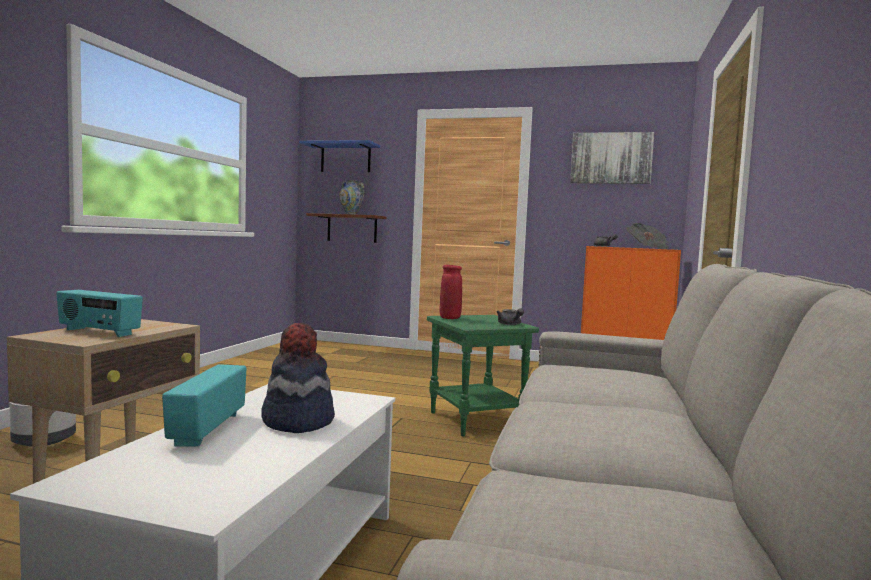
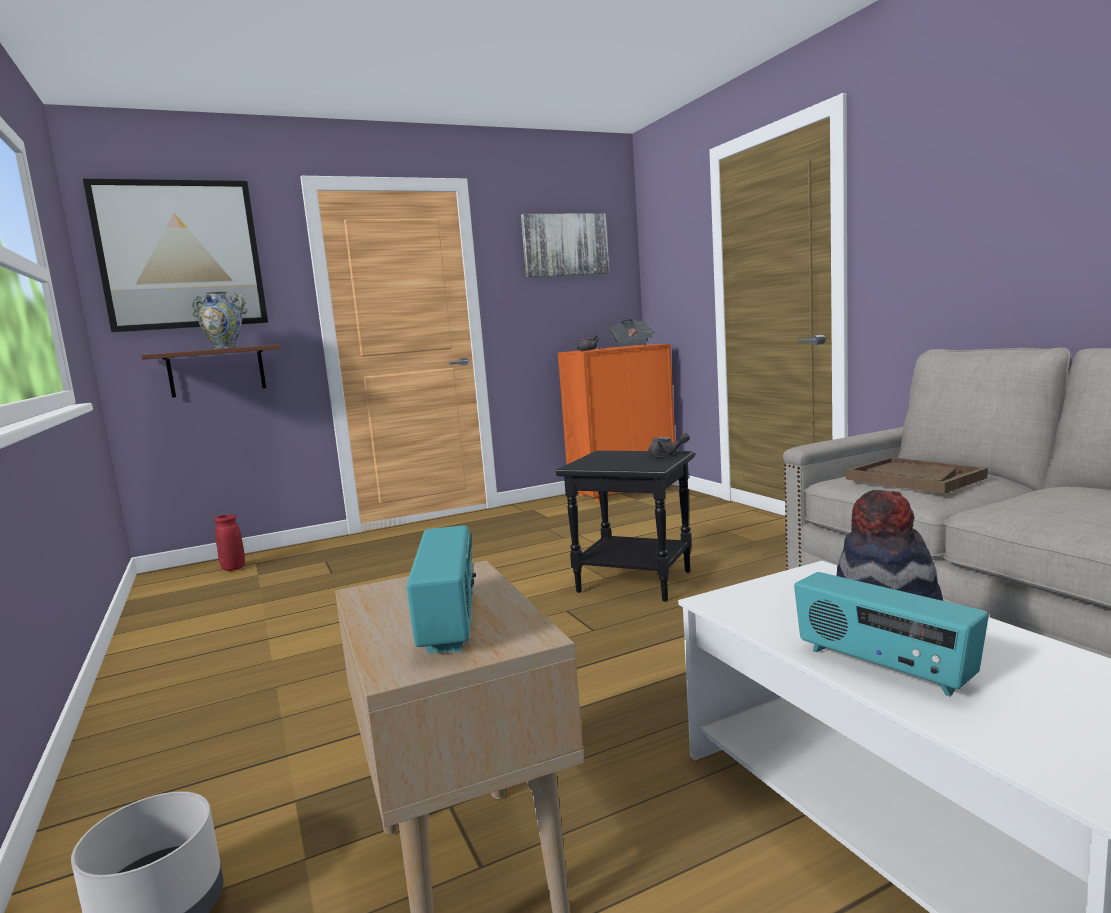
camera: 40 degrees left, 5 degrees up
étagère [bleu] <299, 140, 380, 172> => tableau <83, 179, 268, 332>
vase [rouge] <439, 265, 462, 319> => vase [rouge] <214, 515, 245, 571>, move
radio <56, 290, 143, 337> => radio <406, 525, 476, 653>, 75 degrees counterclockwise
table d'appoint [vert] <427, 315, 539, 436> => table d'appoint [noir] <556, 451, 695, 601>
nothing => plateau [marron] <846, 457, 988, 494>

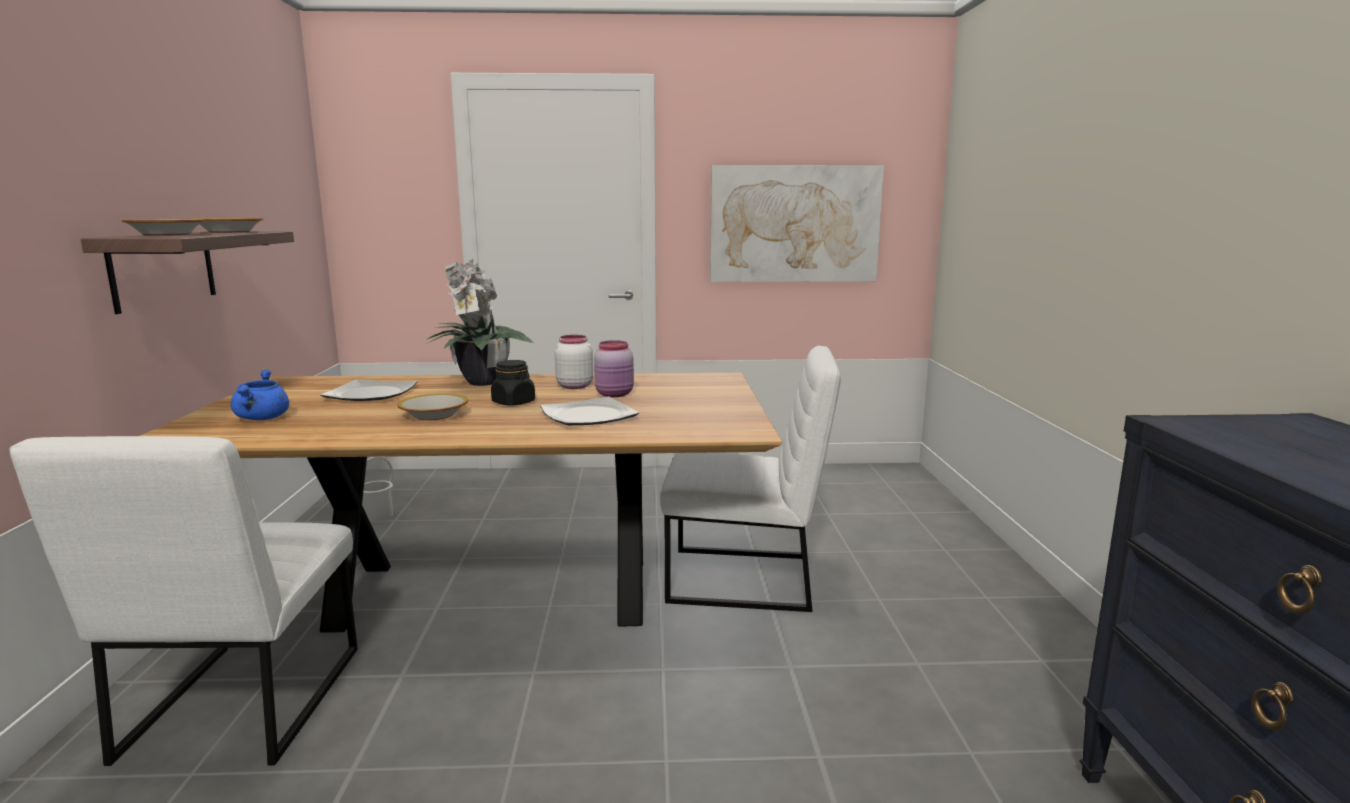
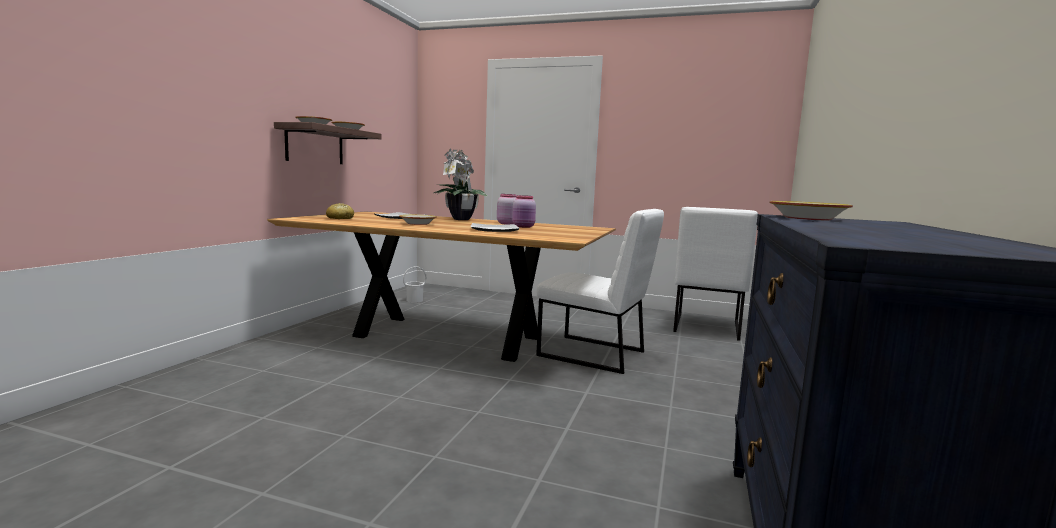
camera: 20 degrees right, 5 degrees down
marmite [bleu] <231, 370, 289, 420> => pain <326, 203, 354, 219>
bocal [blanc] <555, 335, 593, 389> => bocal [rose] <497, 194, 517, 224>
chaise [blanc] <9, 436, 358, 766> => chaise [blanc] <673, 207, 758, 341>, move
nothing => bol <769, 201, 853, 220>
bocal [noir] <491, 360, 535, 405> => nothing
tableau <710, 165, 884, 282> => nothing

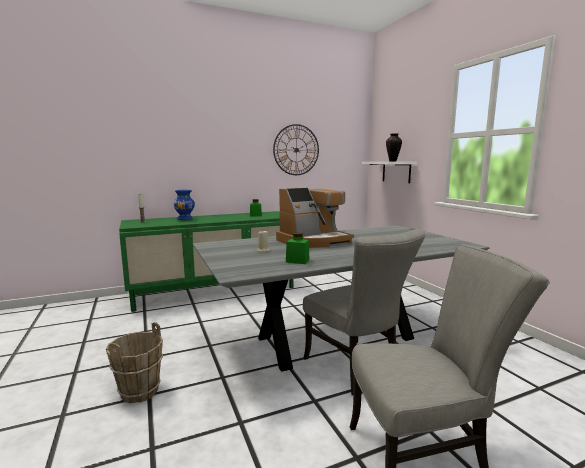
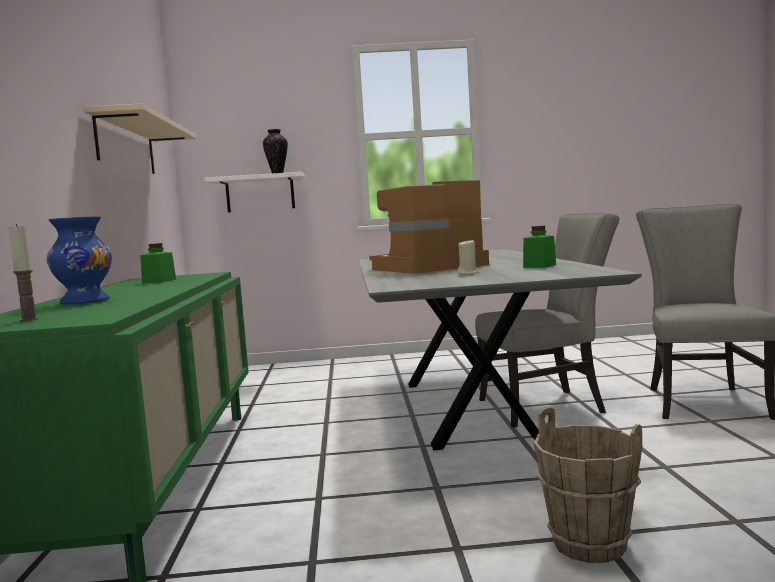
camera: 70 degrees left, 5 degrees down
horloge murale <273, 124, 319, 175> => étagère [beige] <84, 103, 197, 174>
machine à café <276, 188, 354, 248> => machine à café <370, 180, 489, 274>, 105 degrees counterclockwise

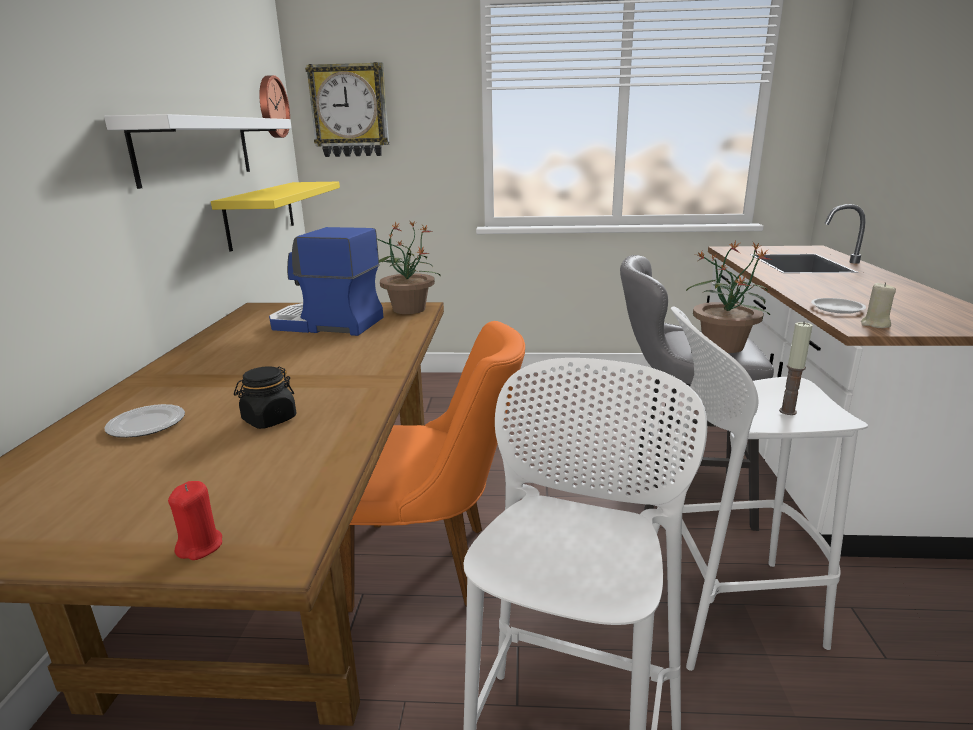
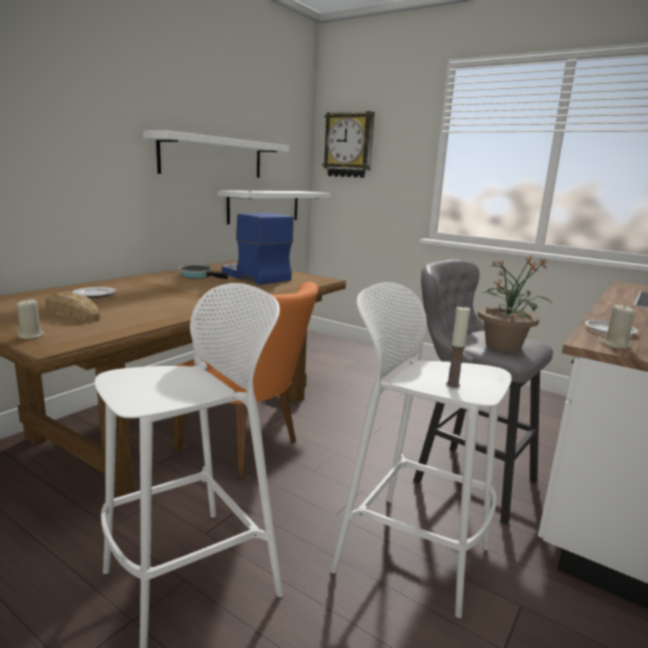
camera: 30 degrees right, 5 degrees down
bougie [rouge] <168, 481, 222, 560> => bougie [beige] <16, 298, 45, 339>
nothing => pain <45, 292, 100, 322>
nothing => poêle <179, 265, 228, 279>
étagère [jaune] <211, 182, 340, 252> => étagère [blanc] <218, 190, 331, 225>
bocal [noir] <234, 366, 296, 429> => nothing
horloge murale <259, 75, 290, 138> => nothing
plante en pot <377, 220, 441, 314> => nothing

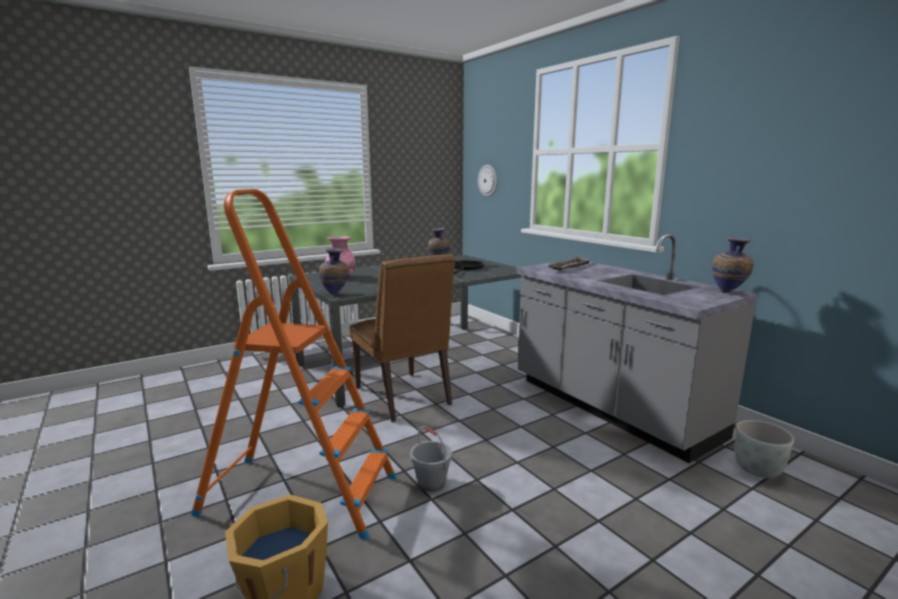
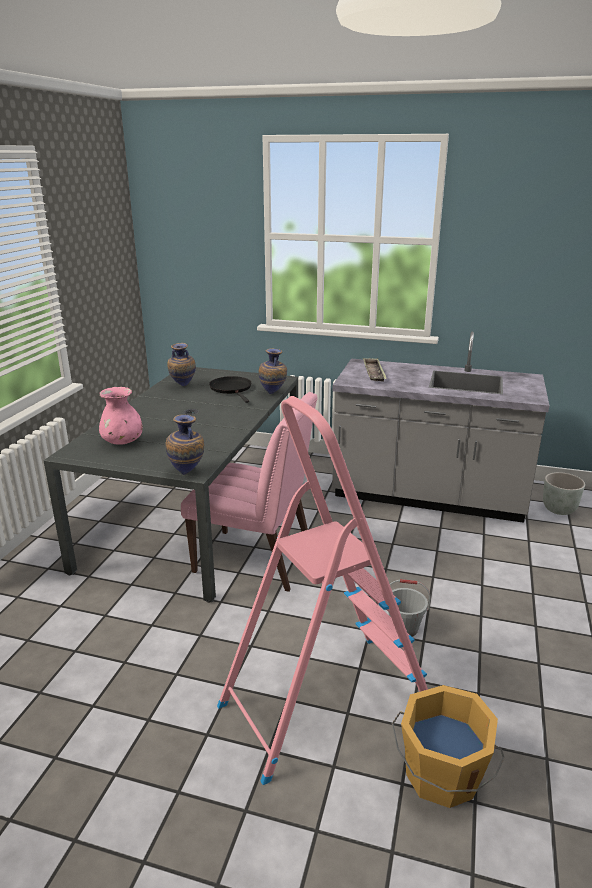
camera: 40 degrees left, 10 degrees up
chaise [marron] <349, 254, 456, 422> => chaise [rose] <181, 392, 318, 592>
escabeau [orange] <191, 189, 397, 539> => escabeau [rose] <217, 396, 428, 785>
vase <712, 237, 754, 293> => vase <258, 348, 287, 394>, move
horloge murale <478, 165, 498, 197> => nothing

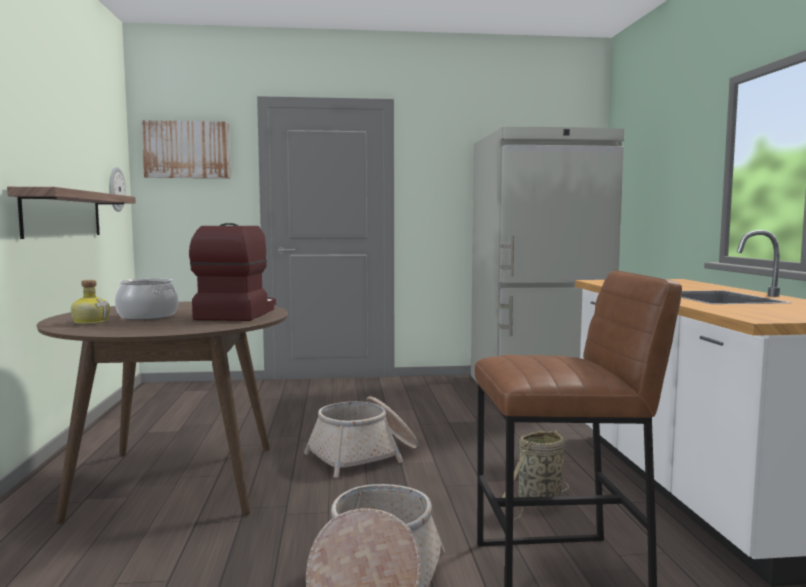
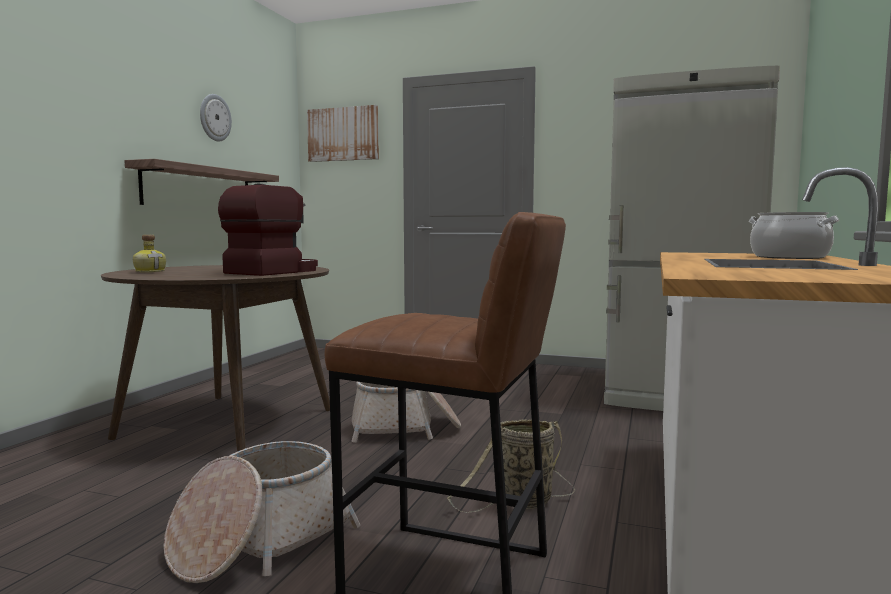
camera: 25 degrees right, 0 degrees up
horloge murale <109, 167, 126, 212> => horloge murale <200, 94, 232, 141>, move
marmite <115, 278, 178, 320> => marmite <749, 212, 839, 259>, move

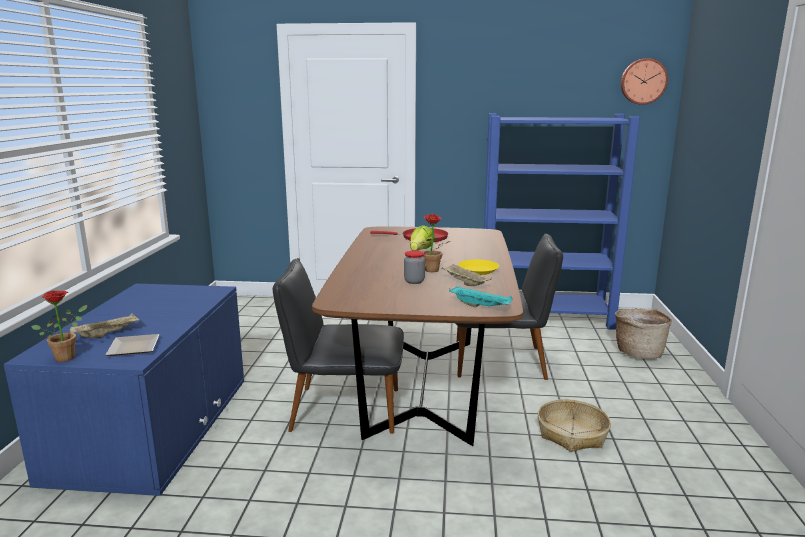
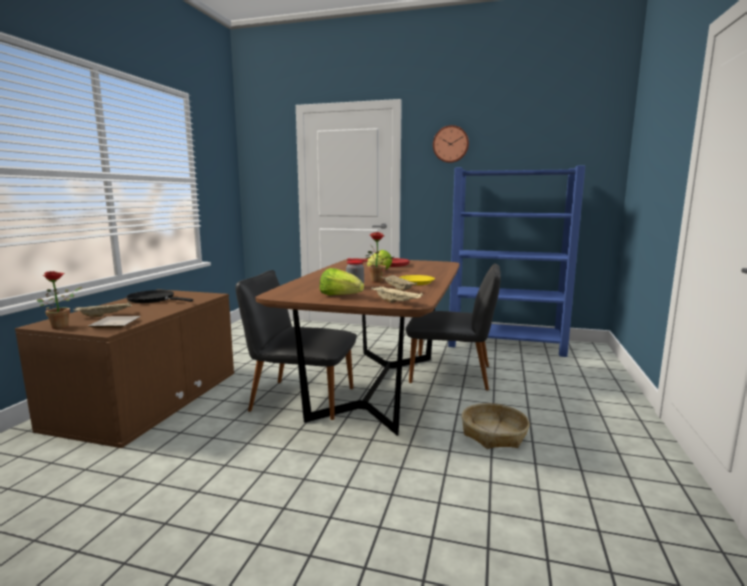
camera: 10 degrees right, 5 degrees down
meuble de rangement [bleu] <4, 284, 244, 496> => meuble de rangement [marron] <15, 289, 234, 448>
nothing => poêle [noir] <126, 290, 193, 303>
nothing => laitue <320, 268, 364, 295>
plateau [turquoise] <449, 286, 513, 307> => plateau [beige] <371, 286, 423, 303>
horloge murale <621, 58, 668, 105> => horloge murale <433, 125, 469, 163>, move
panier <615, 309, 672, 359> => nothing

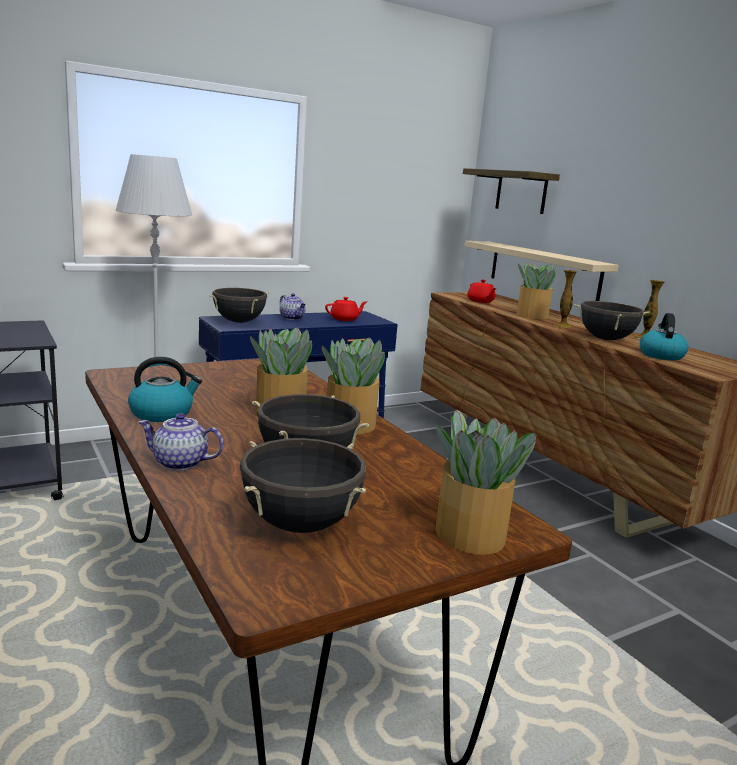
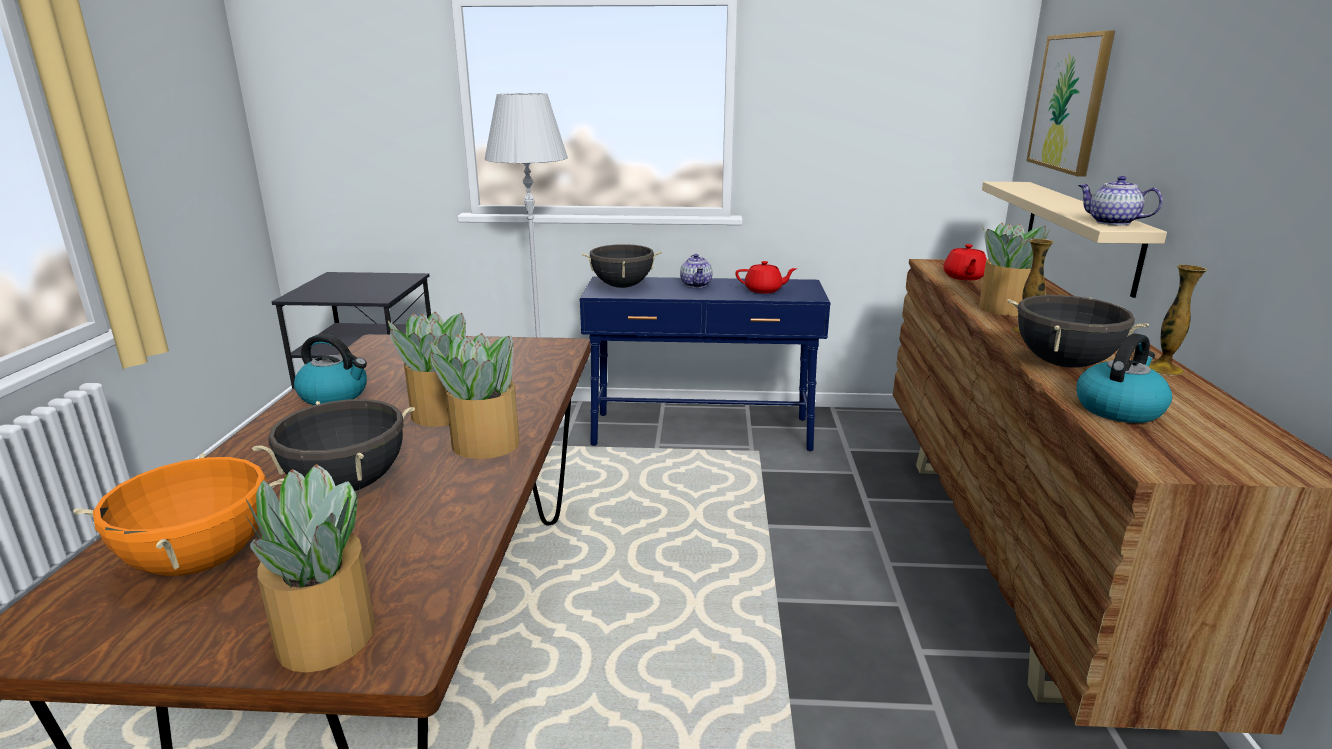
camera: 35 degrees right, 5 degrees up
marmite [noir] <240, 438, 366, 533> => marmite [orange] <74, 453, 284, 576>
étagère <463, 168, 560, 214> => tableau <1026, 30, 1115, 177>
théière <138, 413, 224, 471> => théière <1078, 176, 1163, 225>, move

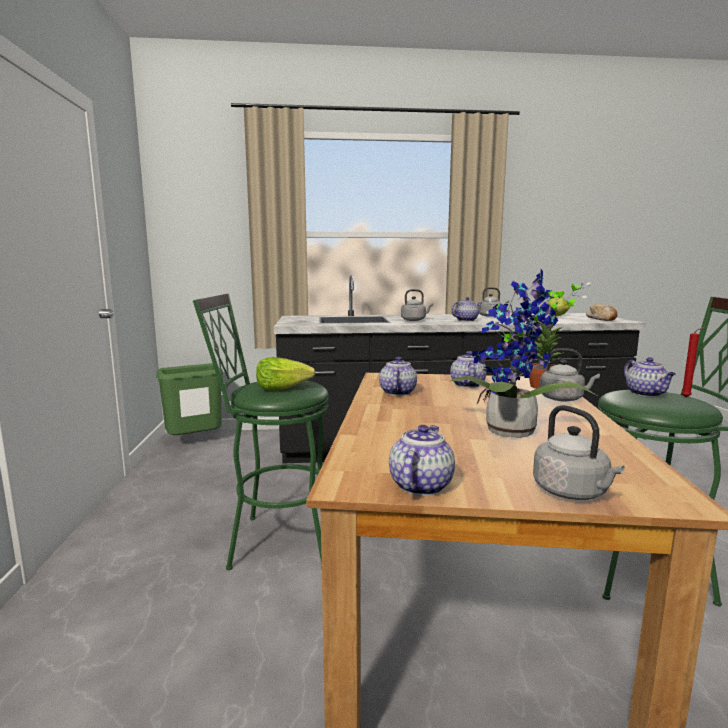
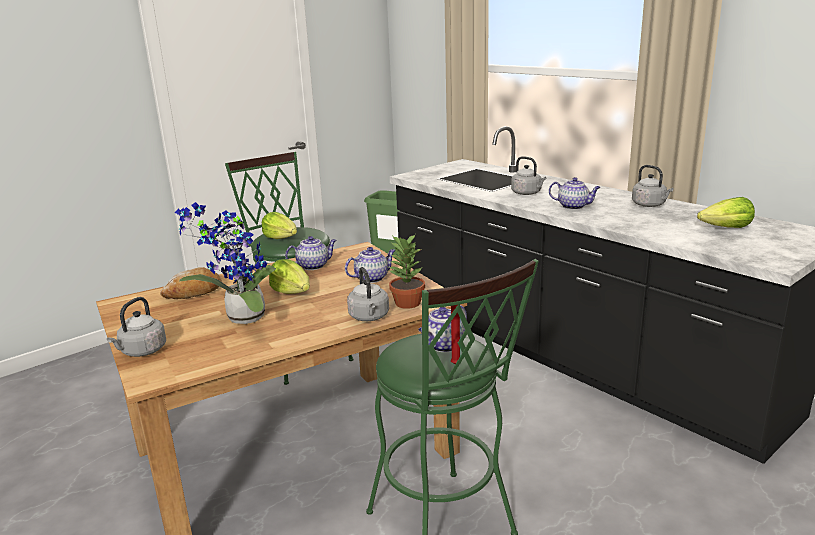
camera: 55 degrees right, 10 degrees up
pain <586, 304, 617, 321> => pain <160, 267, 222, 299>, move
nothing => laitue <269, 259, 310, 294>
théière <389, 425, 455, 496> => nothing

